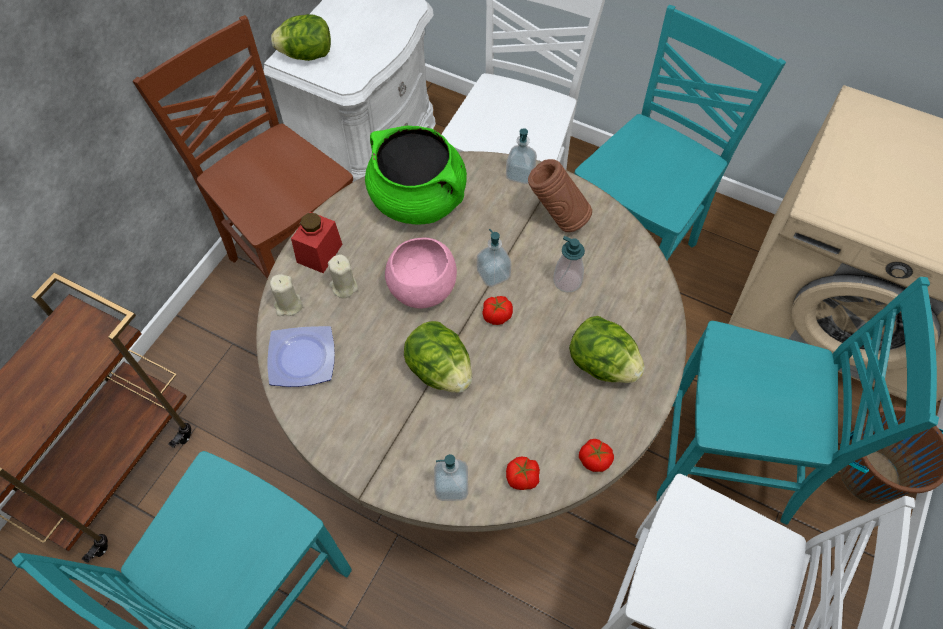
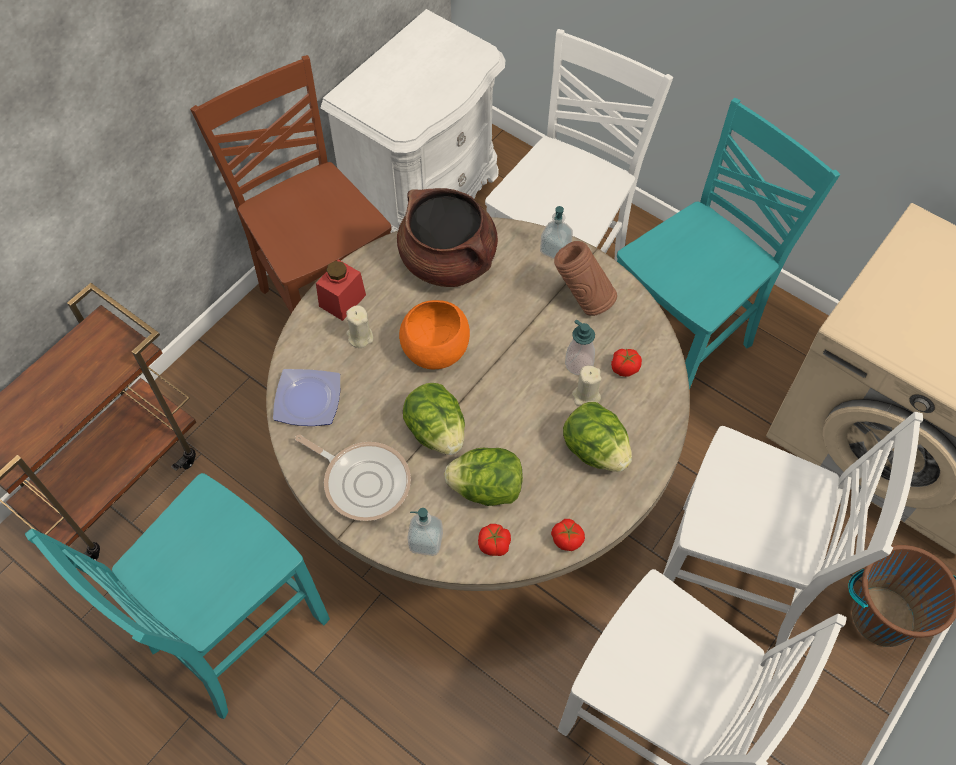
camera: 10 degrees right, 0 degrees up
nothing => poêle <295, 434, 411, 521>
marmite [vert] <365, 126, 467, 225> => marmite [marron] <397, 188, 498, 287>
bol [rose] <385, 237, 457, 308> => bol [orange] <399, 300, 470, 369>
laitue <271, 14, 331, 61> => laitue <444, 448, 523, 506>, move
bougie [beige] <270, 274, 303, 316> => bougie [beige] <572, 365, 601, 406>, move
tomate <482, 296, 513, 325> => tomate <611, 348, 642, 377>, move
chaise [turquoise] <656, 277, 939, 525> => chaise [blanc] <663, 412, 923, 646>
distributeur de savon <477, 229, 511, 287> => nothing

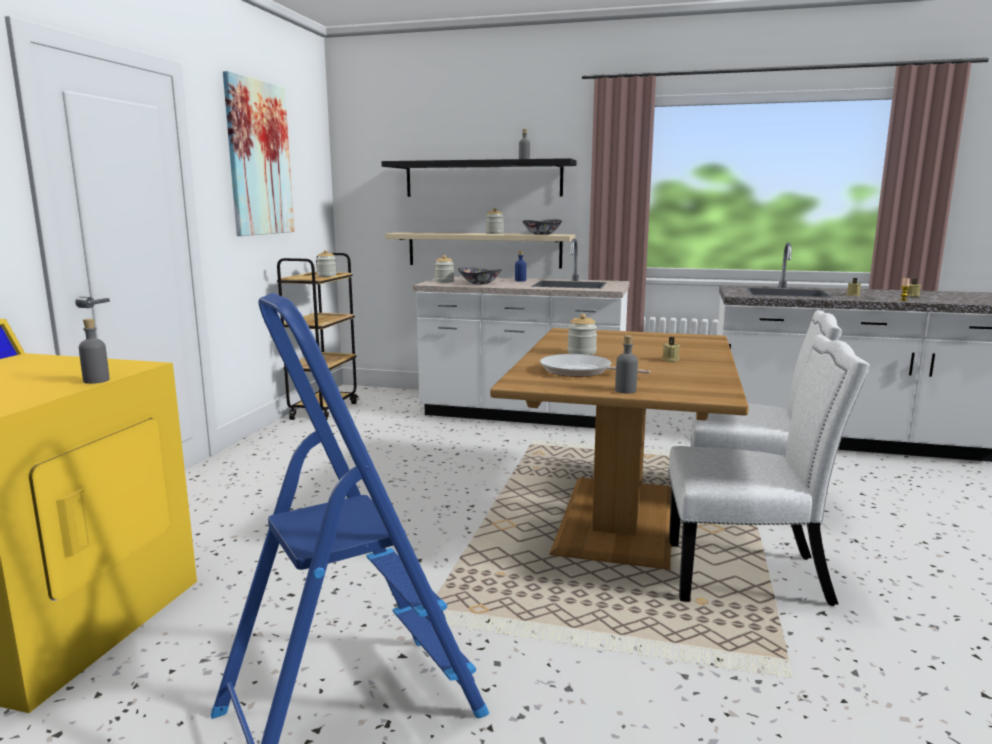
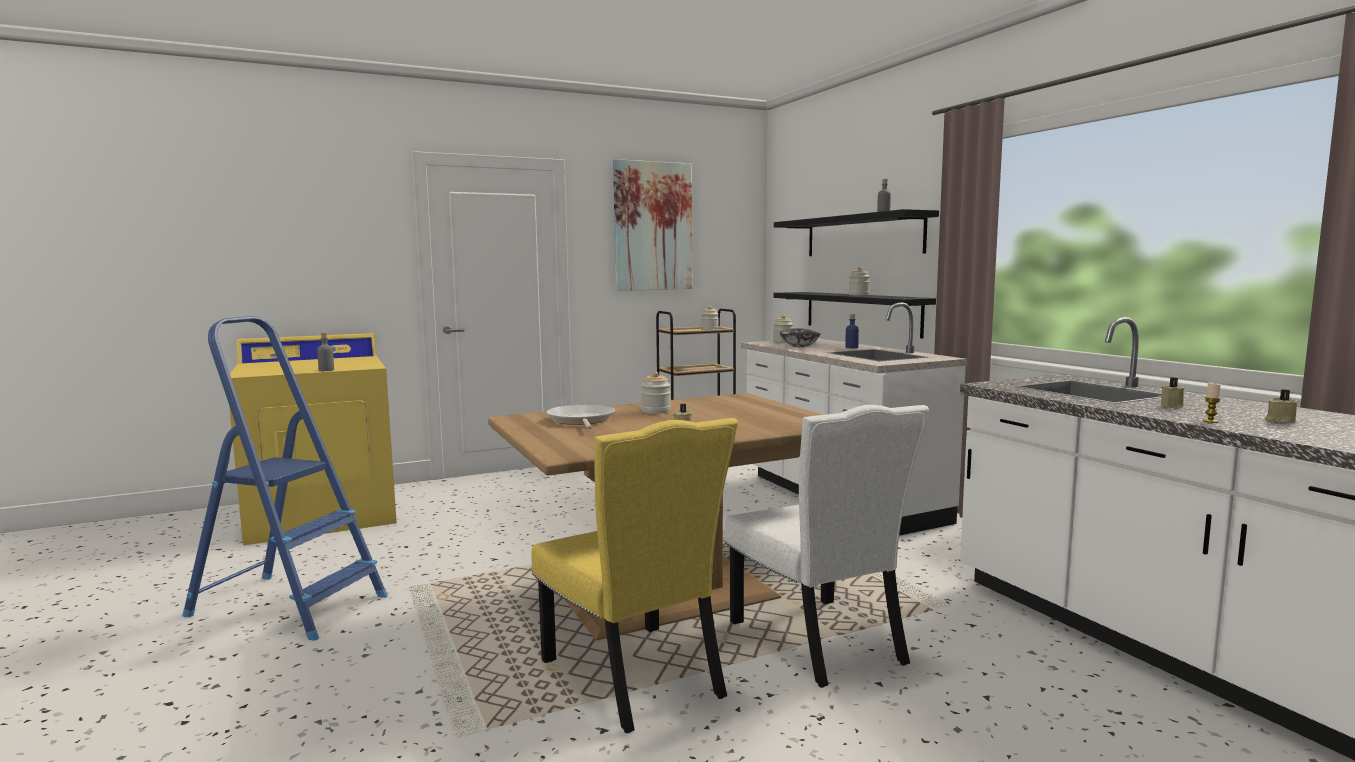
camera: 50 degrees right, 5 degrees down
chaise [blanc] <668, 335, 870, 606> => chaise [jaune] <531, 418, 738, 733>
étagère [beige] <385, 232, 575, 269> => étagère [noir] <773, 292, 936, 338>
bol <522, 219, 562, 235> => nothing
bouteille [gris] <615, 335, 638, 393> => nothing

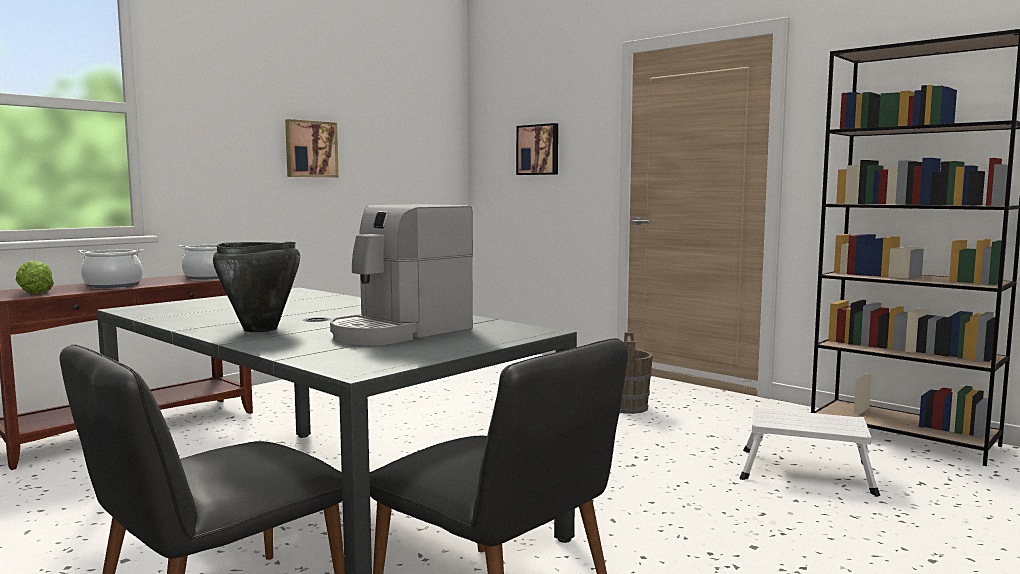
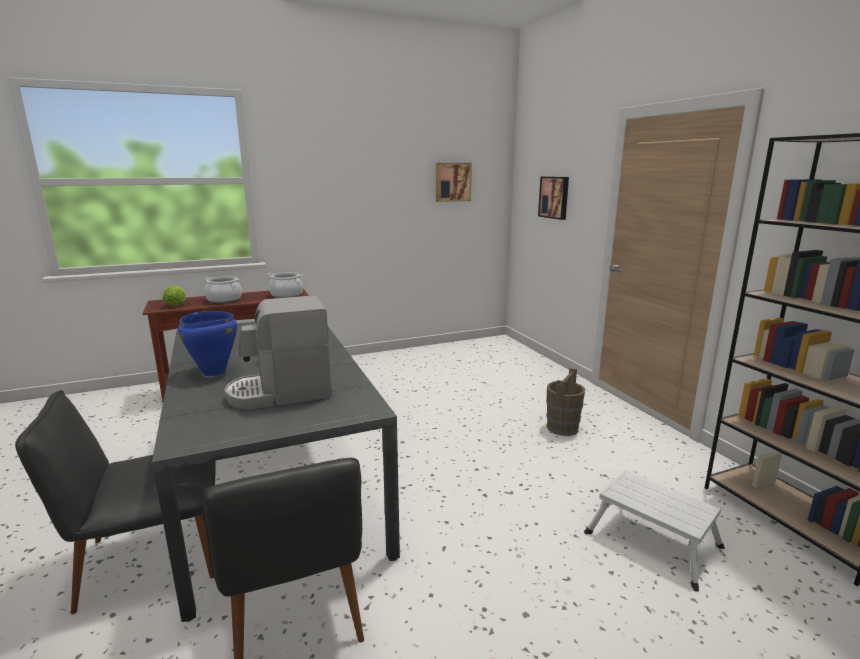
camera: 25 degrees right, 10 degrees up
marmite [noir] <213, 241, 300, 332> => marmite [bleu] <178, 311, 237, 376>
tableau <285, 119, 339, 177> => tableau <436, 163, 472, 202>, move

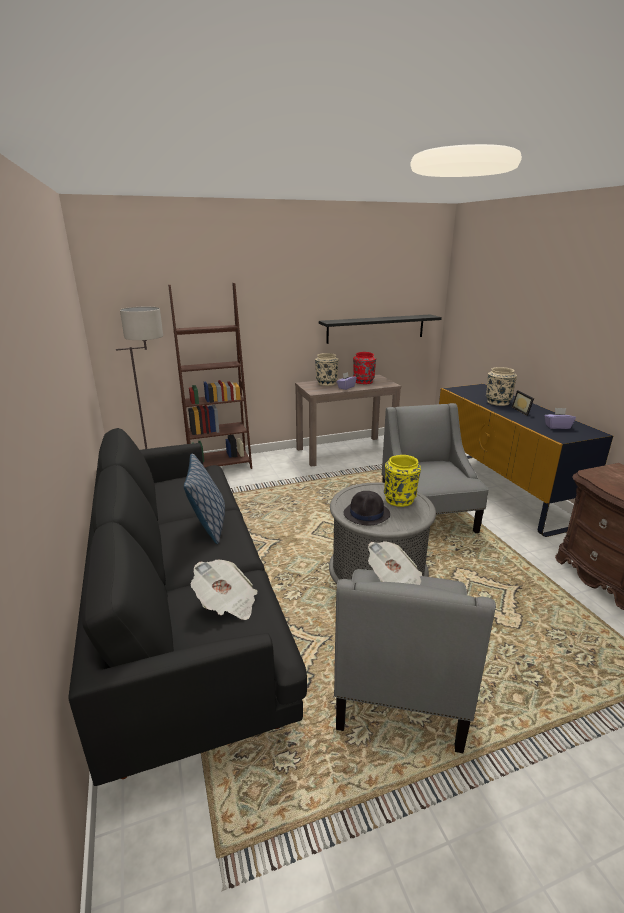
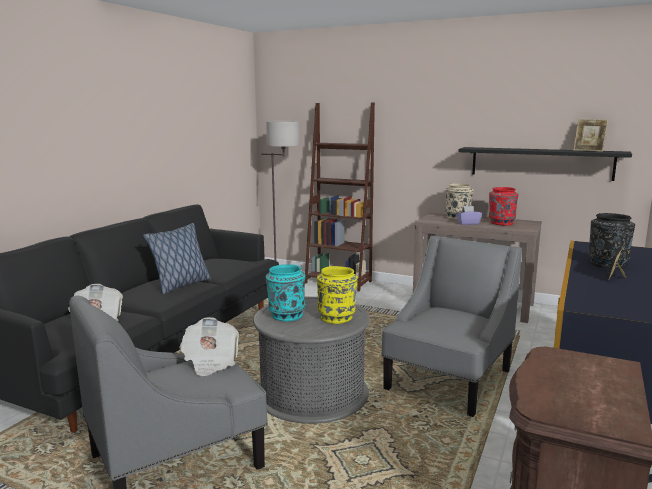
camera: 45 degrees right, 10 degrees down
chapeau [noir] <343, 491, 390, 525> => vase [turquoise] <266, 264, 306, 321>
nothing => cadre photo <573, 119, 608, 152>
vase [beige] <486, 367, 517, 406> => vase [noir] <588, 213, 635, 269>
boîte à mouchoirs [violet] <545, 408, 576, 429> => nothing

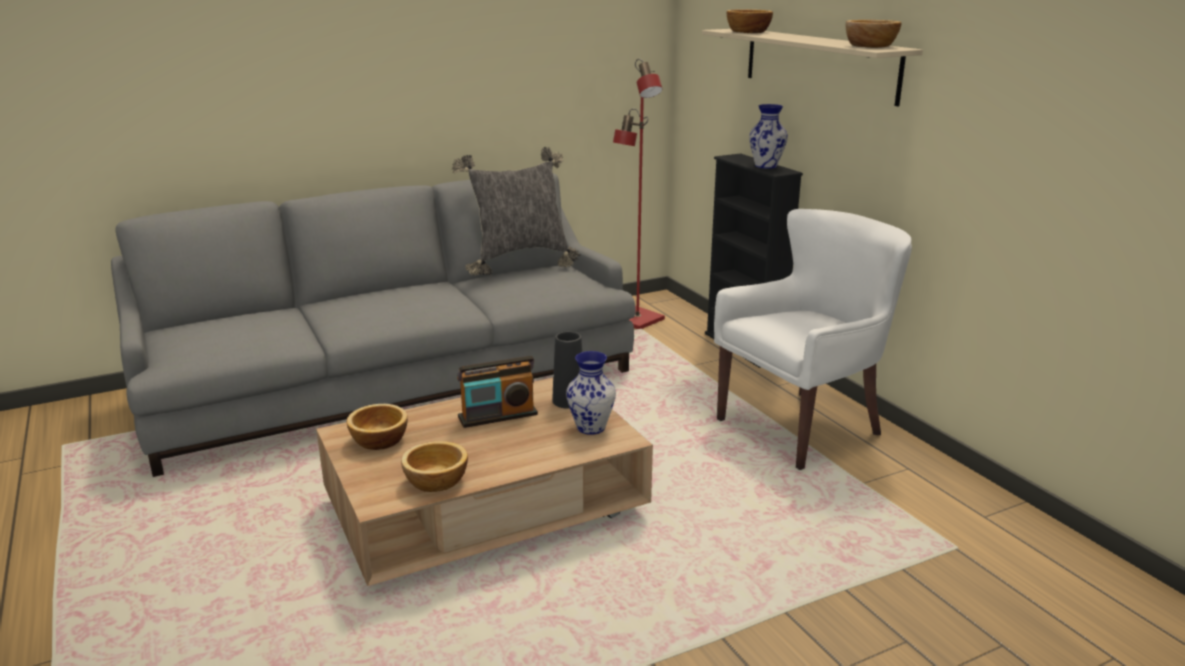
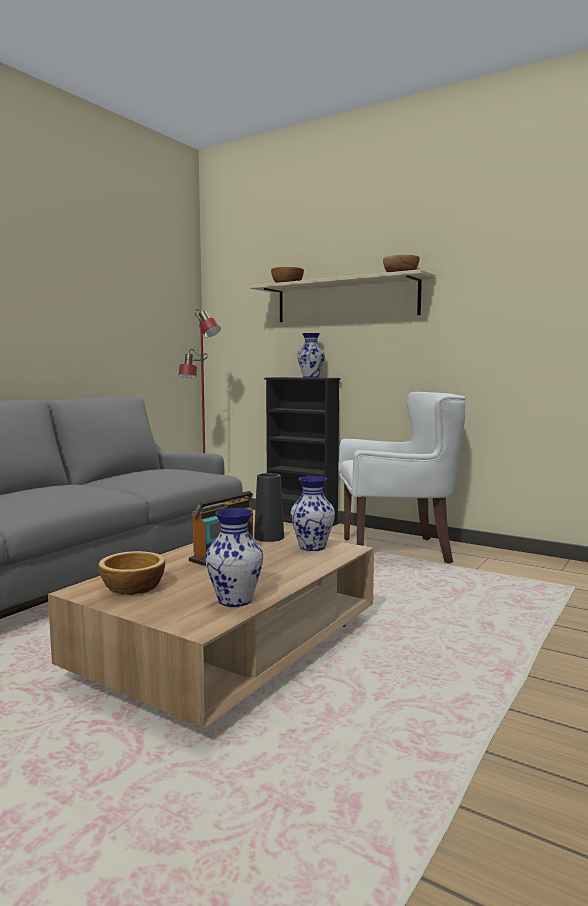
camera: 30 degrees left, 15 degrees down
bol <401, 441, 468, 492> => vase <205, 508, 263, 607>
fauteuil [blanc] <714, 209, 912, 470> => fauteuil [blanc] <339, 392, 466, 564>, 60 degrees clockwise
coussin <452, 147, 581, 276> => nothing

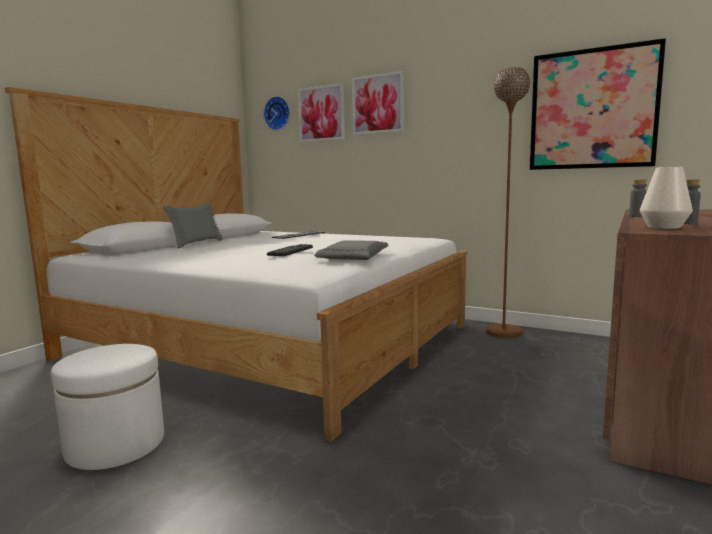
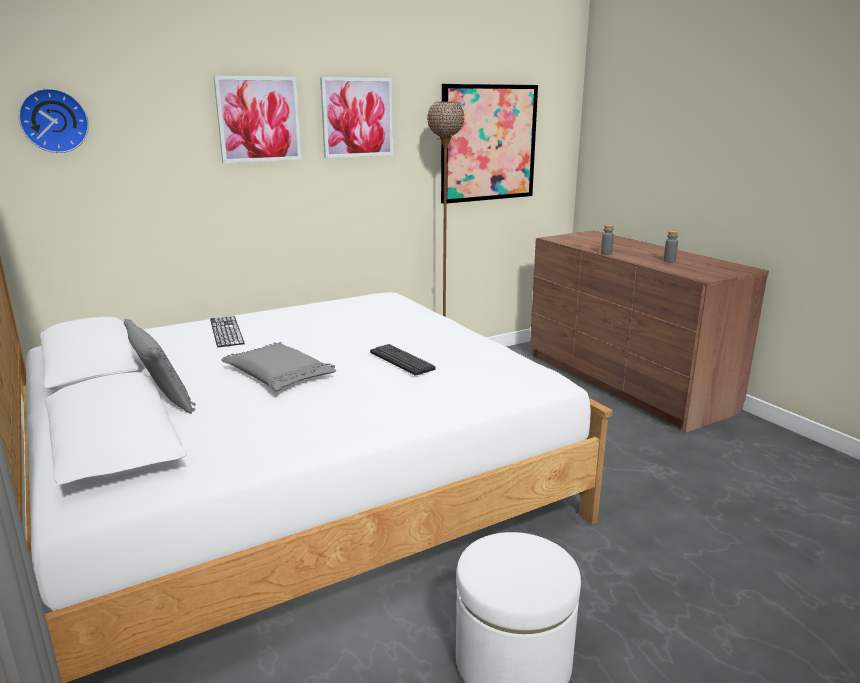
camera: 60 degrees left, 10 degrees up
coussin [gris] <314, 240, 388, 260> => coussin [gris] <221, 342, 336, 392>, move
tableau <298, 83, 345, 142> => tableau <320, 77, 393, 158>, move
vase [blanc] <640, 167, 693, 229> => nothing

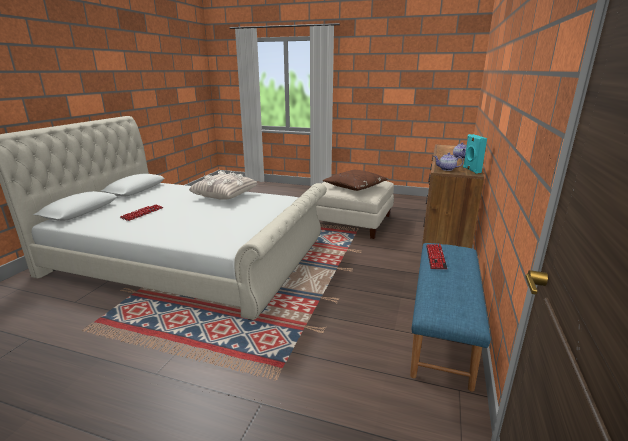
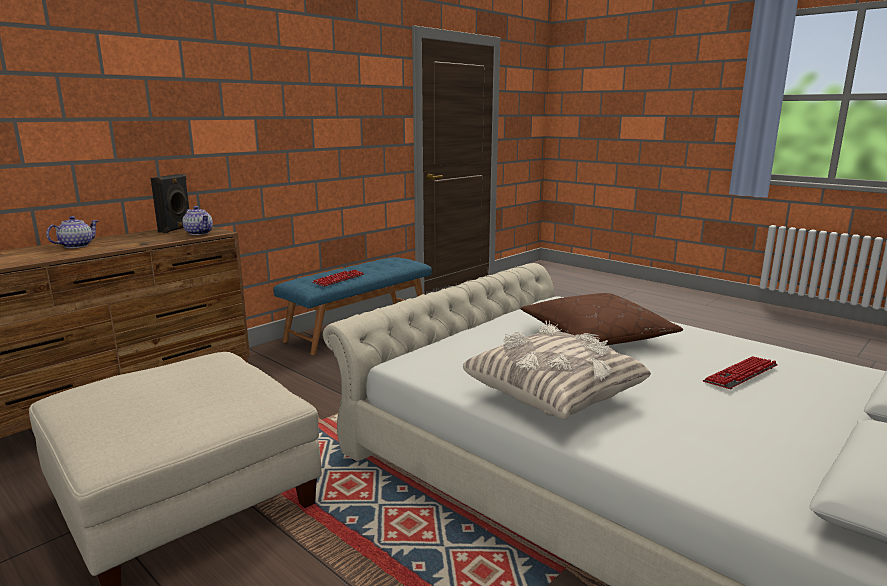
camera: 155 degrees left, 5 degrees down
enceinte [turquoise] <463, 134, 487, 173> => enceinte [noir] <151, 174, 189, 233>
coussin [marron] <323, 170, 388, 191> => coussin [marron] <520, 293, 683, 346>, move

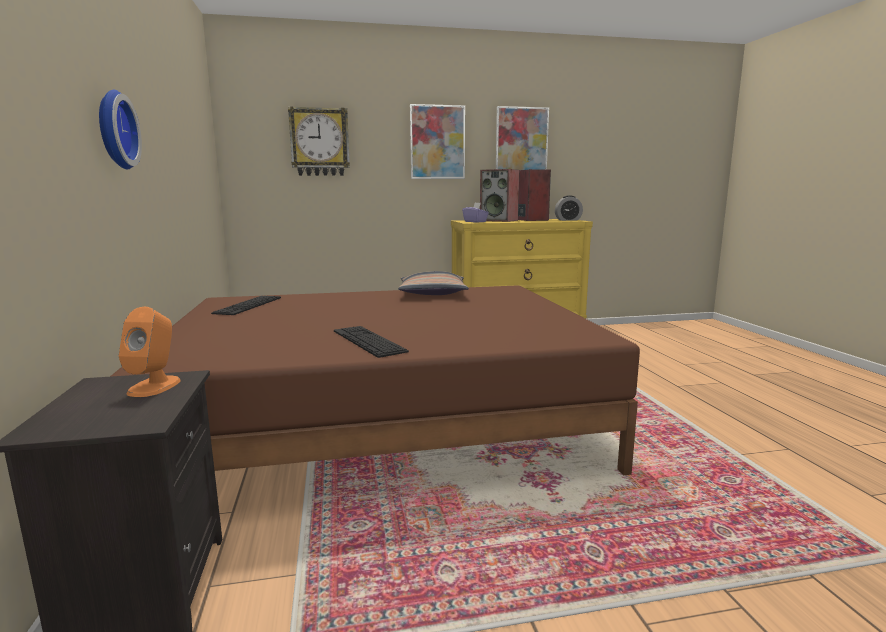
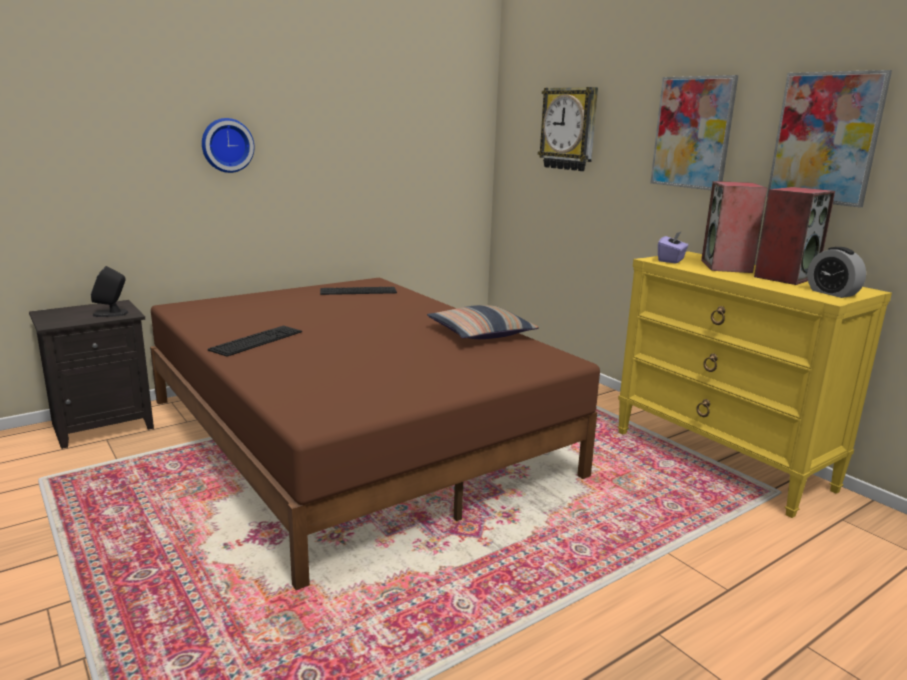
camera: 65 degrees right, 5 degrees up
enceinte [orange] <119, 307, 181, 397> => enceinte [noir] <91, 266, 128, 317>

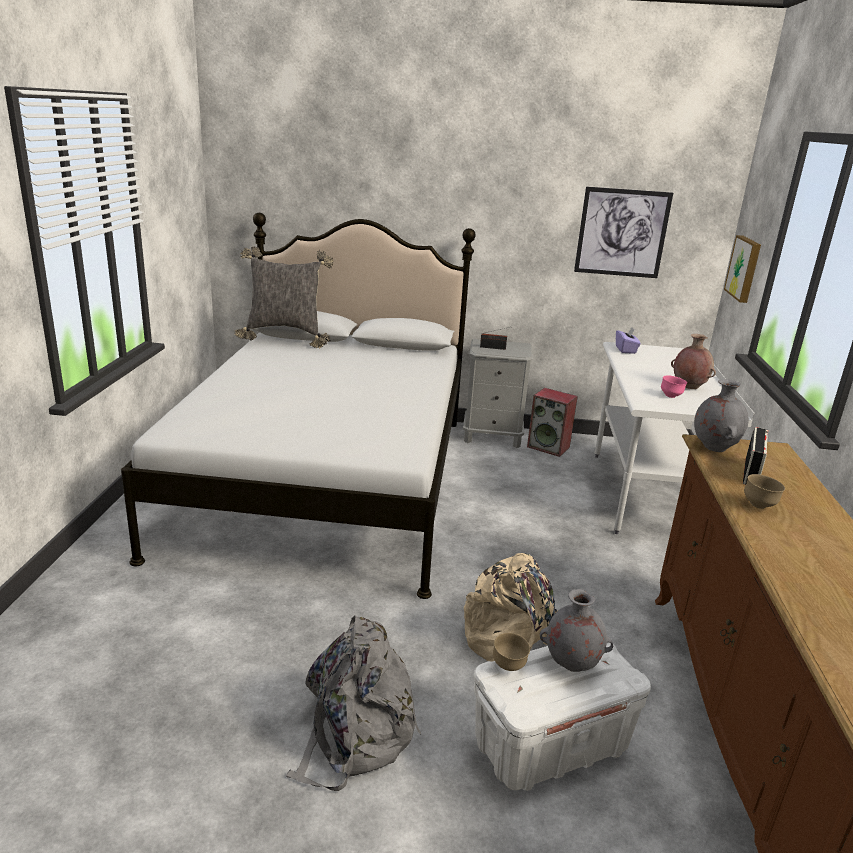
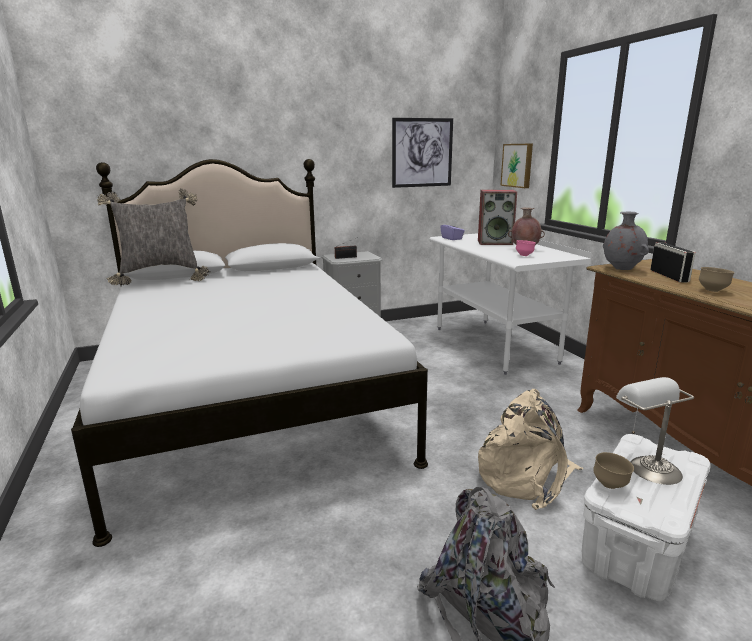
camera: 25 degrees left, 5 degrees down
enceinte <527, 388, 578, 457> => enceinte <478, 190, 517, 245>, move
vase [gris] <540, 589, 613, 672> => lampe de table [blanc] <616, 377, 694, 485>

